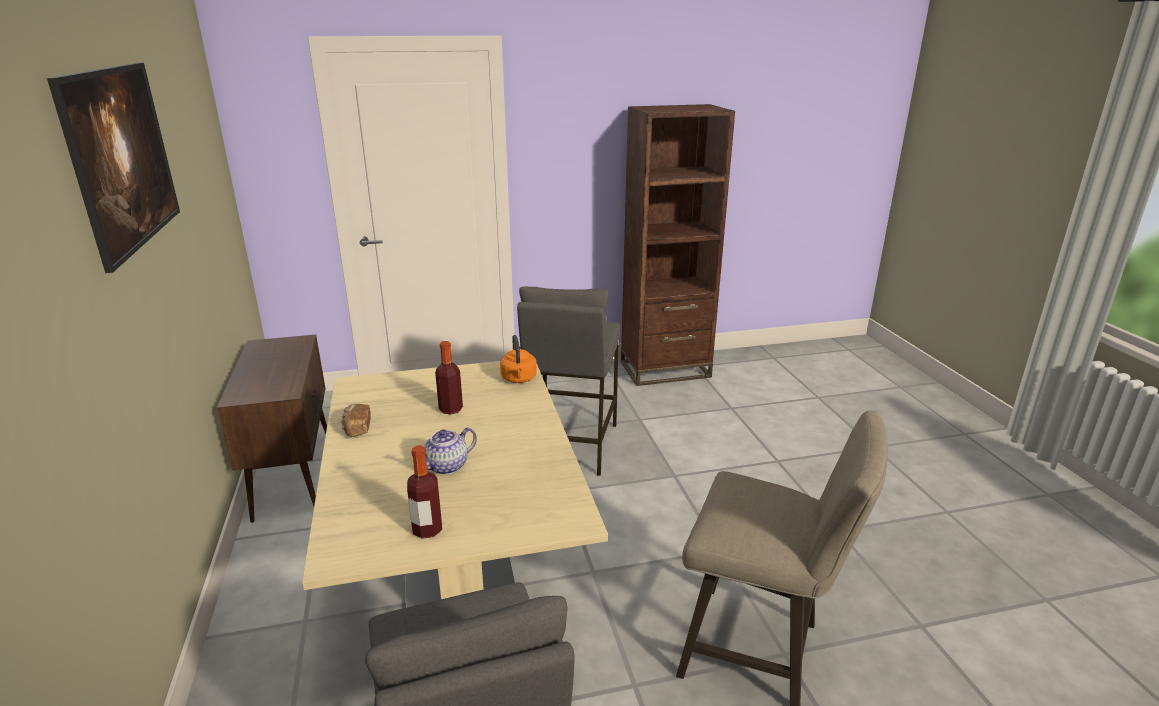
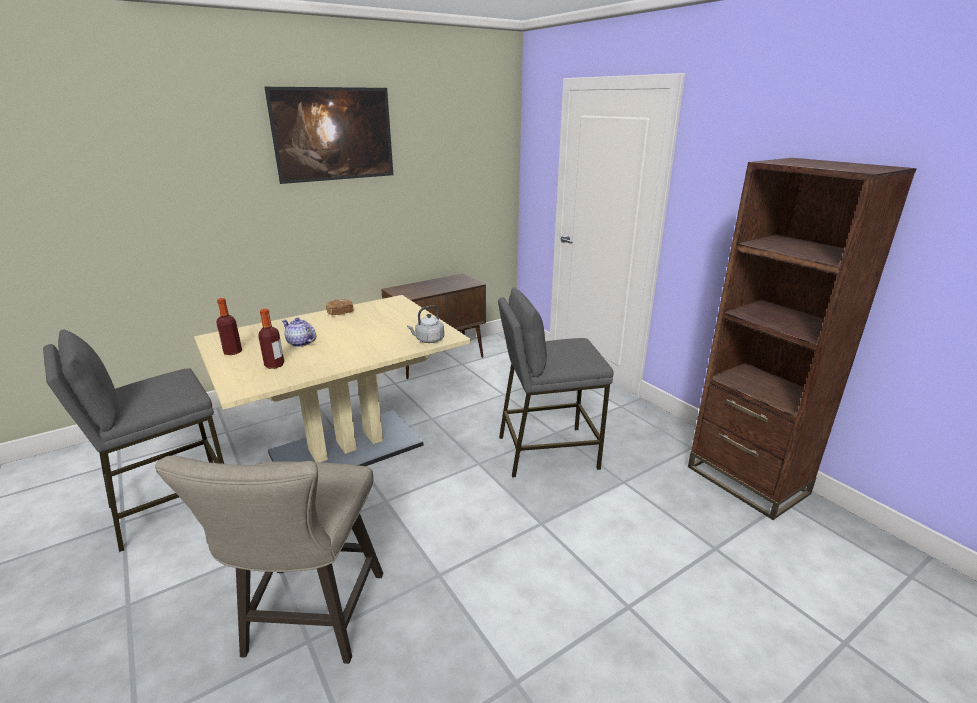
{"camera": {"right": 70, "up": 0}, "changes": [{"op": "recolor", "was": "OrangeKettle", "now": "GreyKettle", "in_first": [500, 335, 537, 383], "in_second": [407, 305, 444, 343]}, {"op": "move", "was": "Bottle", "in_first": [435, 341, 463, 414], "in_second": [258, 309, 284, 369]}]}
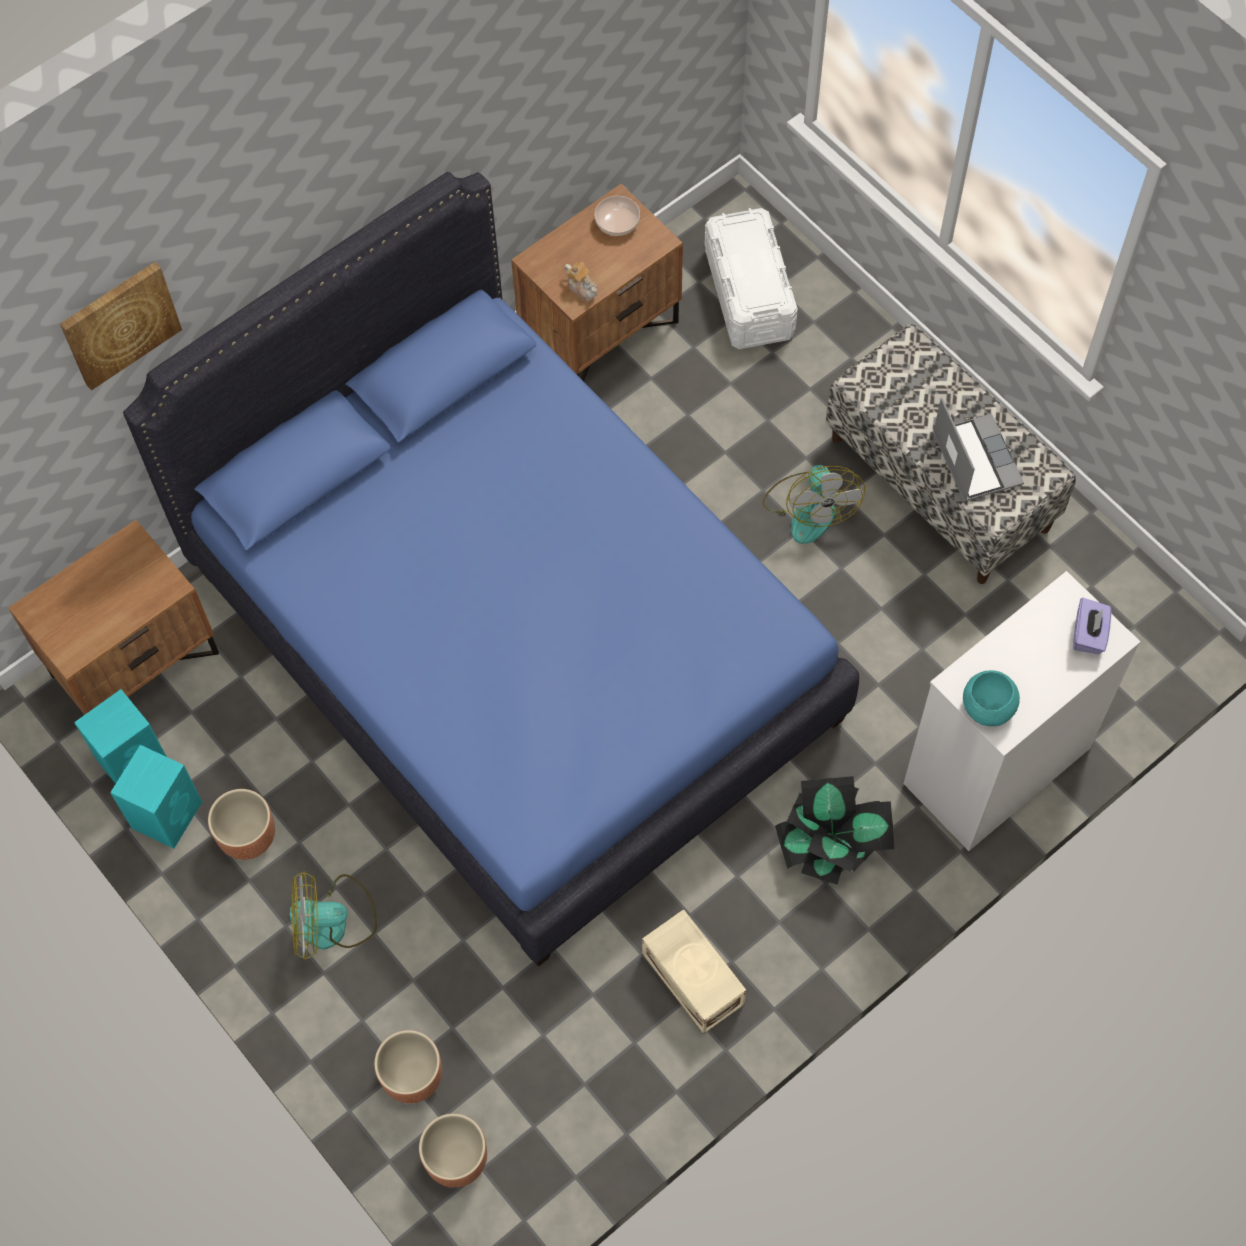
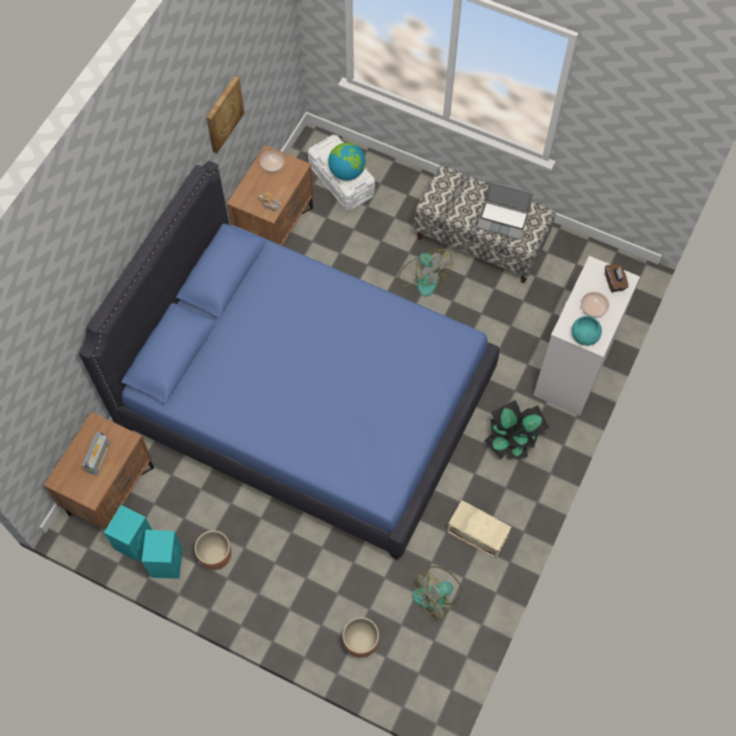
{"camera": {"right": -25, "up": 0}, "changes": [{"op": "move", "was": "Picture", "in_first": [60, 262, 182, 391], "in_second": [206, 76, 244, 154]}, {"op": "rotate", "was": "Laptop", "in_first": [933, 398, 1024, 502], "in_second": [477, 181, 533, 240], "clockwise": 150}, {"op": "recolor", "was": "PurpleTissueBox", "now": "BrownTissueBox", "in_first": [1073, 598, 1111, 654], "in_second": [605, 264, 629, 292]}, {"op": "move", "was": "Fan", "in_first": [290, 871, 377, 960], "in_second": [412, 566, 462, 619]}, {"op": "delete", "was": "BrownPlanter", "in_first": [419, 1114, 487, 1188]}, {"op": "insert", "now": "Globe", "in_second": [328, 143, 366, 181]}, {"op": "insert", "now": "Bowl", "in_second": [581, 292, 609, 318]}, {"op": "insert", "now": "Radio", "in_second": [82, 432, 110, 475]}]}
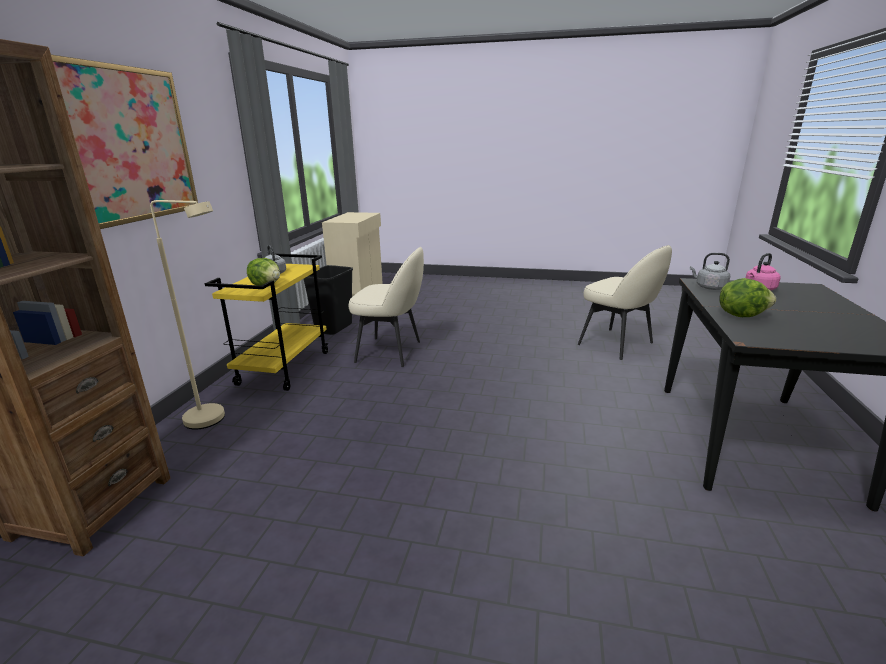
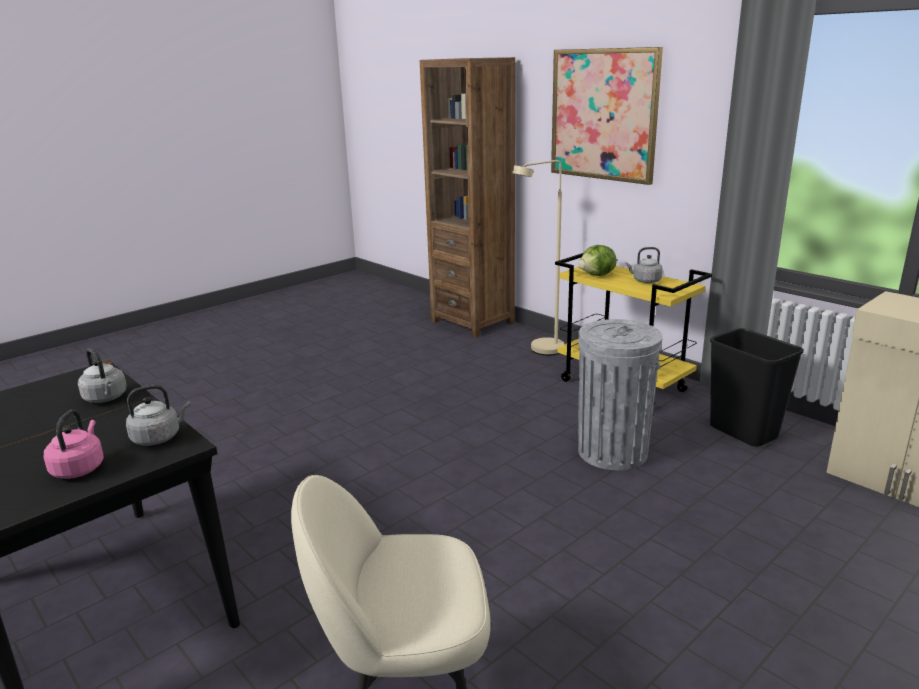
{"camera": {"right": 125, "up": 0}, "changes": [{"op": "replace", "was": "BeigeChair", "now": "GreyTrashCan", "in_first": [349, 247, 424, 367], "in_second": [578, 319, 663, 470]}, {"op": "replace", "was": "Lettuce", "now": "GreyKettle", "in_first": [719, 278, 776, 317], "in_second": [78, 348, 127, 403]}]}
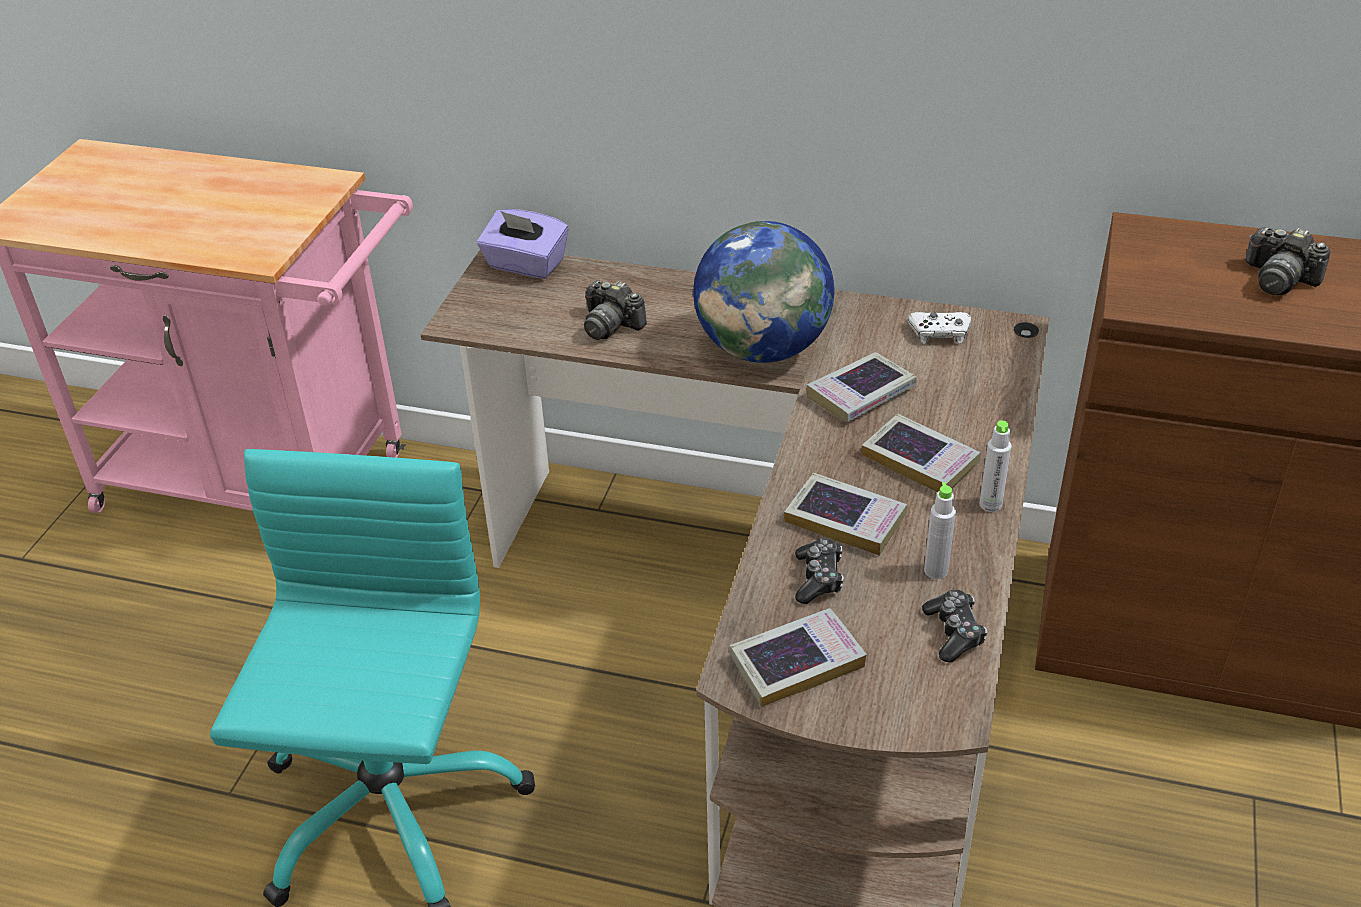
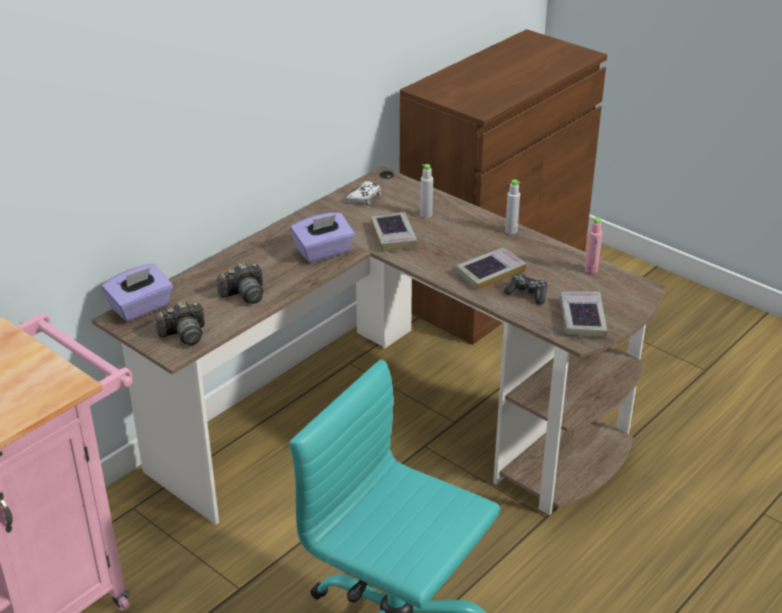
{"camera": {"right": -65, "up": -5}, "changes": [{"op": "replace", "was": "Globe", "now": "PurpleTissueBox", "in_first": [693, 221, 834, 363], "in_second": [290, 212, 355, 263]}, {"op": "move", "was": "PhotoCamera", "in_first": [1246, 227, 1330, 295], "in_second": [154, 301, 205, 345]}, {"op": "delete", "was": "Book", "in_first": [862, 414, 981, 492]}, {"op": "move", "was": "GreyBottle", "in_first": [924, 482, 956, 579], "in_second": [420, 164, 433, 218]}, {"op": "replace", "was": "GameController", "now": "PinkBottle", "in_first": [922, 590, 987, 662], "in_second": [585, 217, 602, 274]}]}
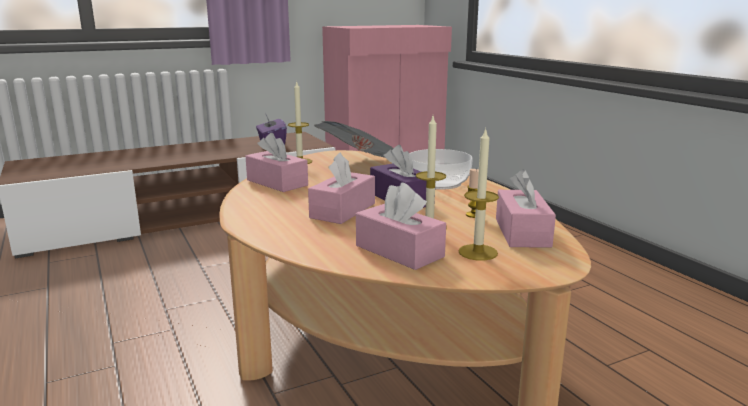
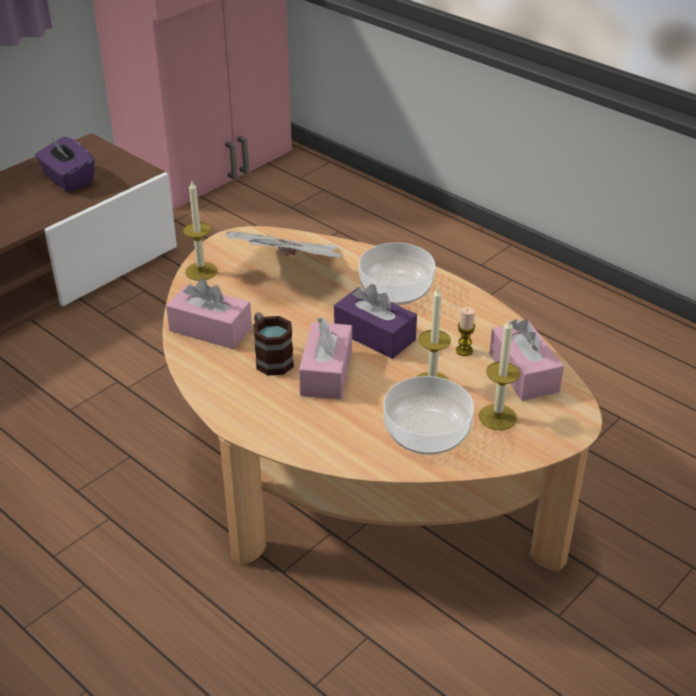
{"camera": {"right": -20, "up": 20}, "changes": [{"op": "replace", "was": "PinkTissueBox", "now": "Bowl", "in_first": [356, 183, 446, 270], "in_second": [383, 376, 474, 455]}, {"op": "insert", "now": "Mug", "in_second": [253, 312, 294, 376]}]}
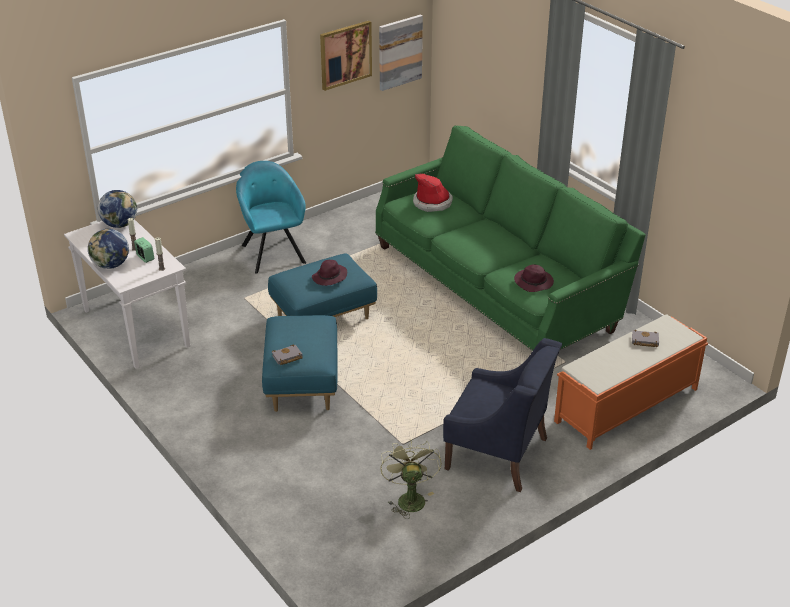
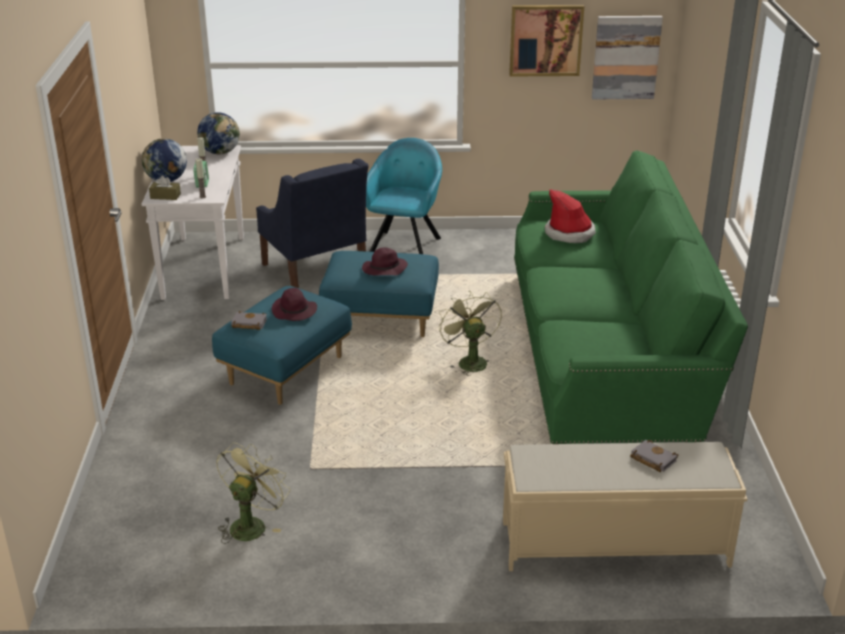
{"camera": {"right": 35, "up": -5}, "changes": [{"op": "move", "was": "PurpleHat", "in_first": [514, 265, 554, 292], "in_second": [272, 288, 317, 321]}, {"op": "recolor", "was": "OrangeBench", "now": "BeigeBench", "in_first": [554, 315, 708, 450], "in_second": [503, 442, 747, 571]}, {"op": "move", "was": "BlueArmchair", "in_first": [443, 338, 562, 492], "in_second": [256, 159, 369, 288]}, {"op": "insert", "now": "BrownTissueBox", "in_second": [149, 175, 181, 200]}, {"op": "insert", "now": "GreenFan", "in_second": [438, 291, 502, 376]}]}
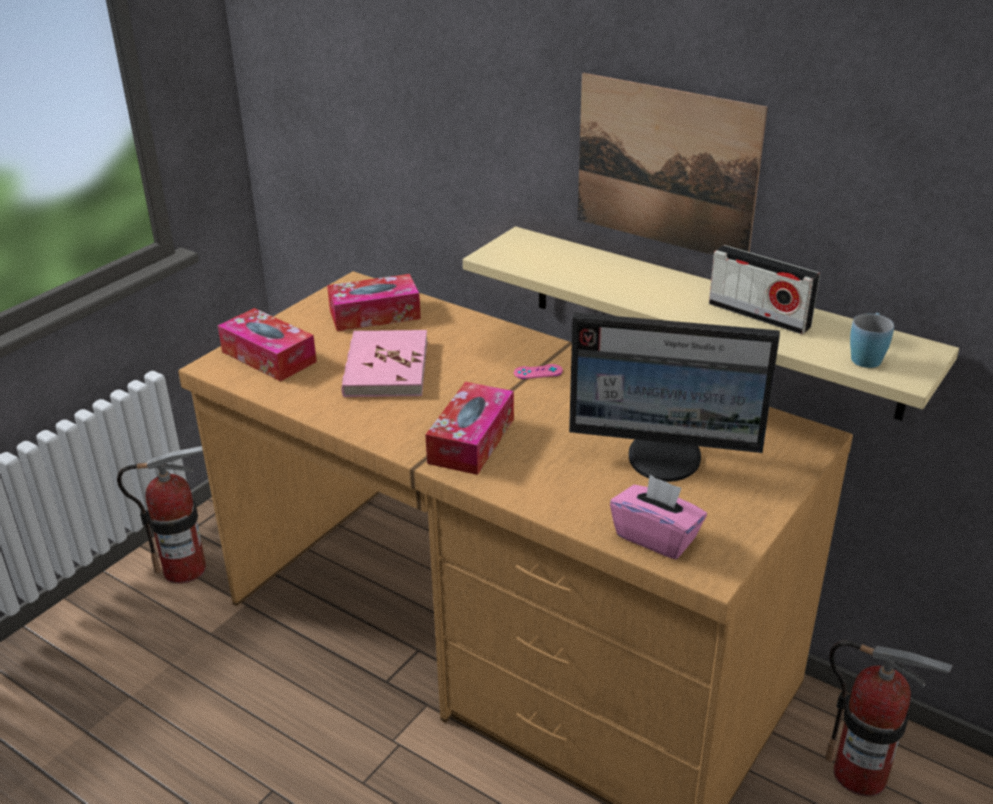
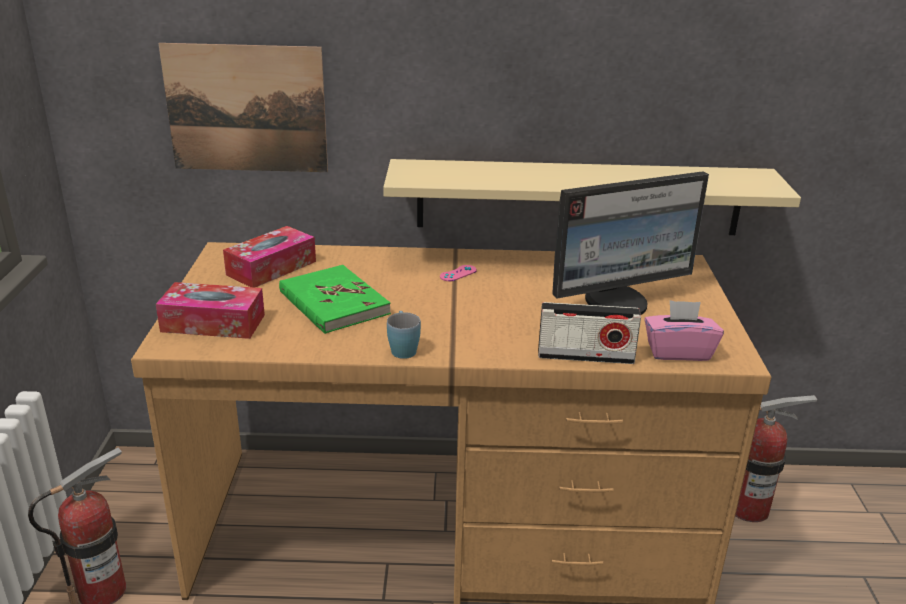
{"camera": {"right": -35, "up": -5}, "changes": [{"op": "move", "was": "Picture", "in_first": [578, 73, 768, 255], "in_second": [158, 43, 328, 172]}, {"op": "move", "was": "Radio", "in_first": [709, 245, 820, 334], "in_second": [538, 302, 641, 364]}, {"op": "move", "was": "BlueMug", "in_first": [850, 313, 894, 368], "in_second": [387, 311, 421, 359]}, {"op": "recolor", "was": "PinkBook", "now": "GreenBook", "in_first": [341, 330, 427, 397], "in_second": [279, 265, 391, 334]}, {"op": "delete", "was": "TissueBox", "in_first": [425, 382, 514, 475]}]}
